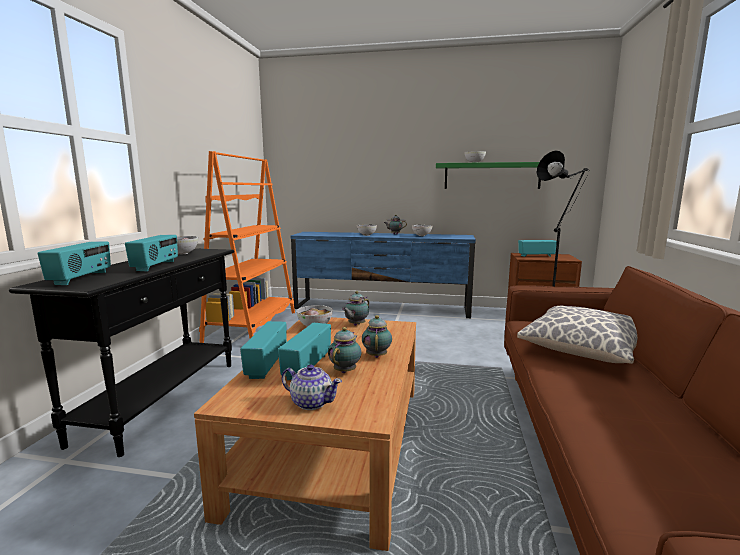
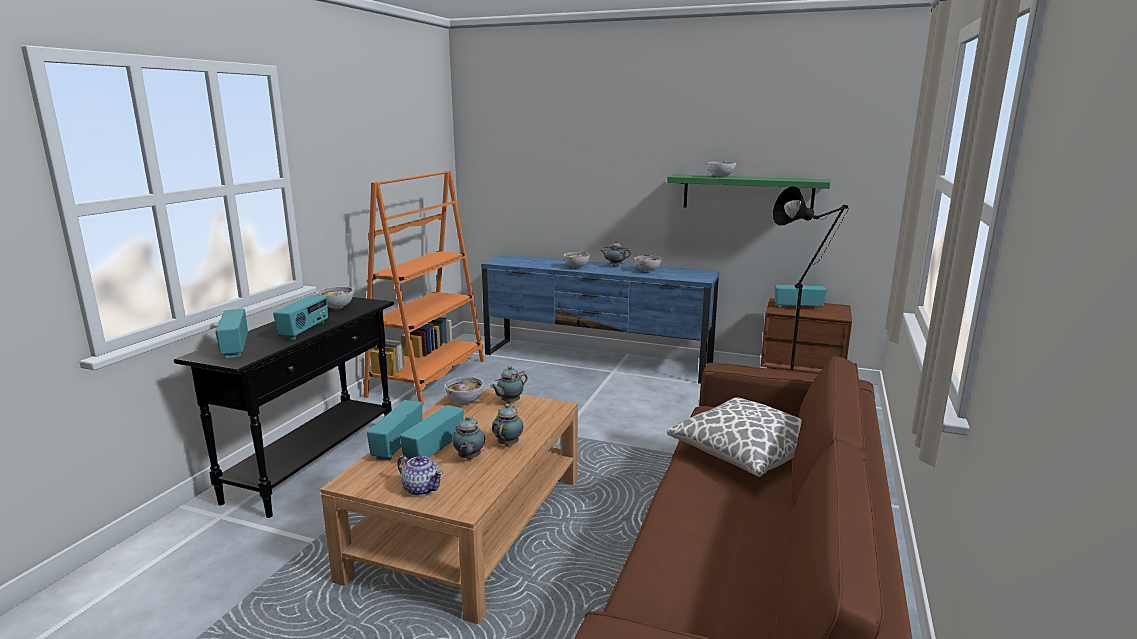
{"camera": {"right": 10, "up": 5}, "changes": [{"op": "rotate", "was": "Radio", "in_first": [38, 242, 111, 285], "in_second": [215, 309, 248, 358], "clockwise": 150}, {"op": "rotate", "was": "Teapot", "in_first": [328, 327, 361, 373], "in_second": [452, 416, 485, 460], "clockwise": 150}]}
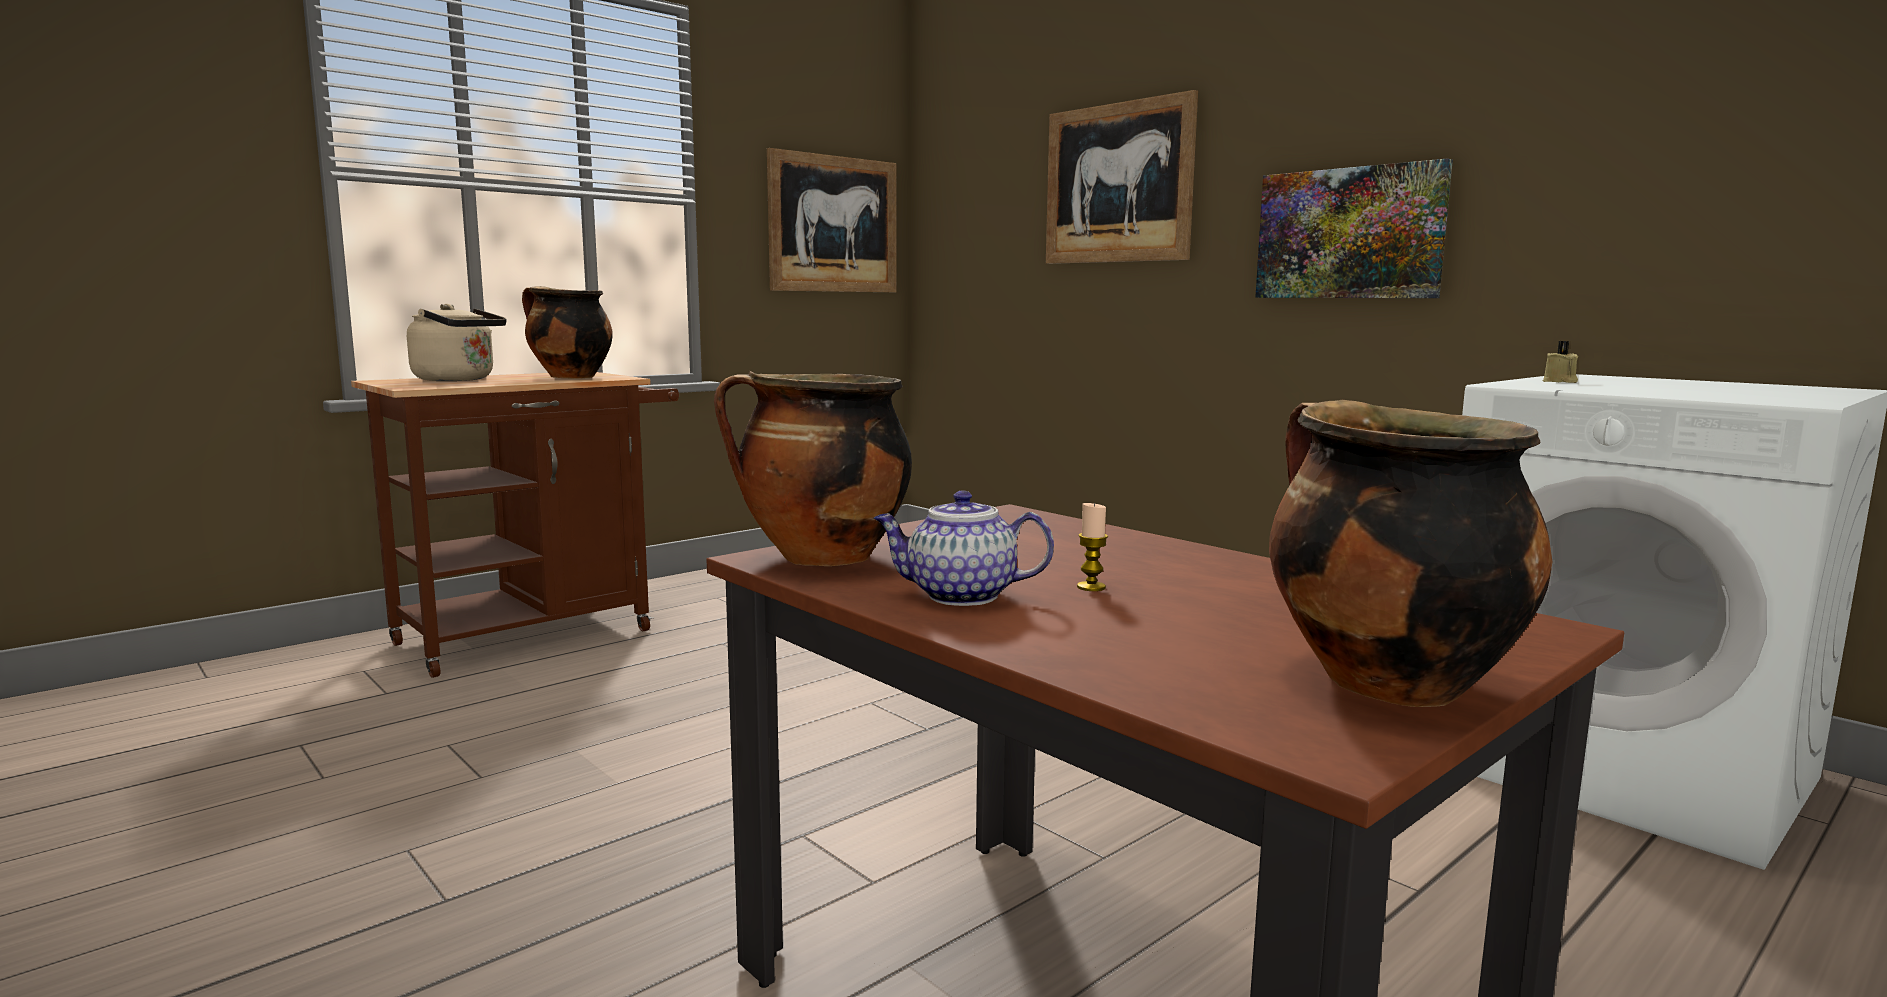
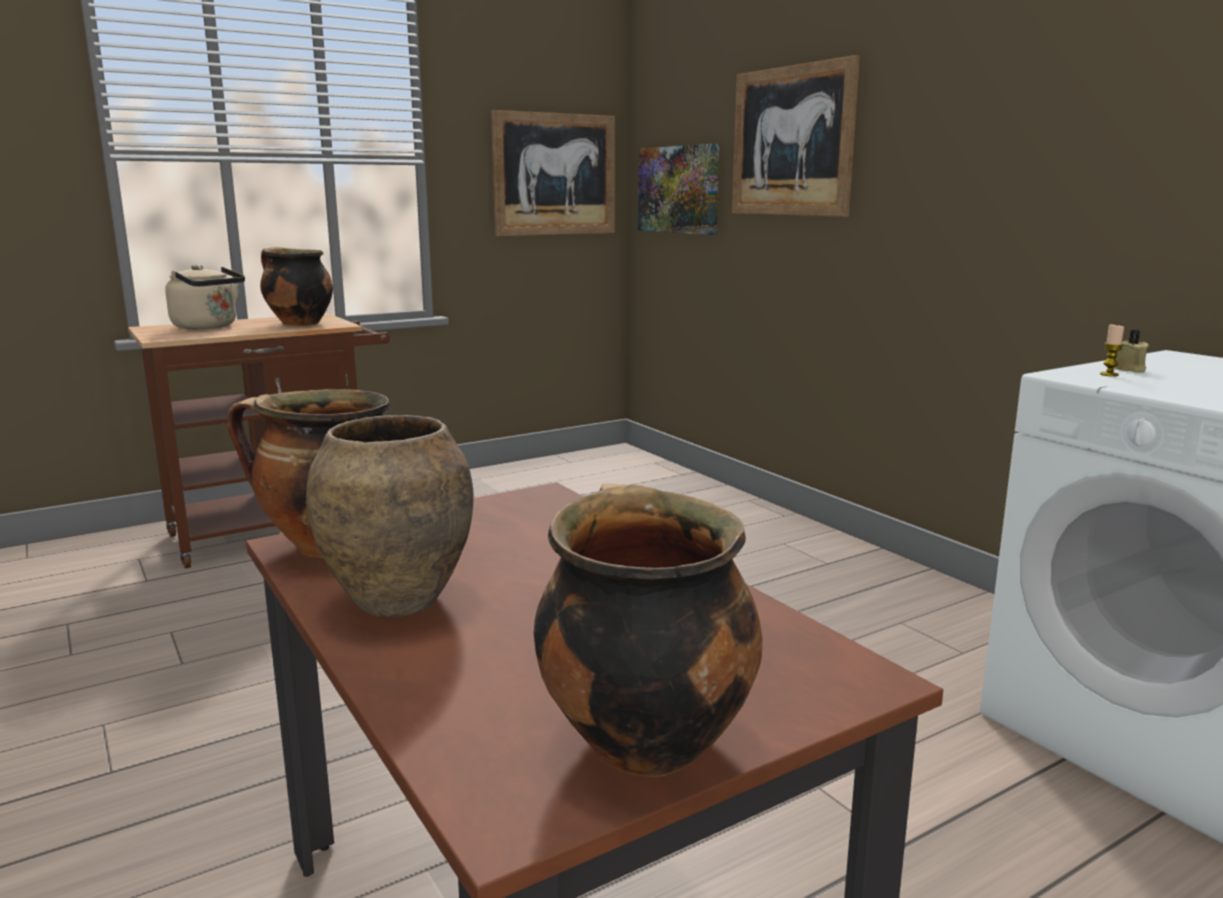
{"camera": {"right": 10, "up": 5}, "changes": [{"op": "move", "was": "Picture", "in_first": [1255, 158, 1453, 298], "in_second": [638, 144, 720, 235]}, {"op": "replace", "was": "Teapot", "now": "BrownVase", "in_first": [874, 490, 1054, 606], "in_second": [306, 415, 474, 617]}, {"op": "move", "was": "Candle", "in_first": [1077, 502, 1108, 591], "in_second": [1100, 324, 1124, 377]}]}
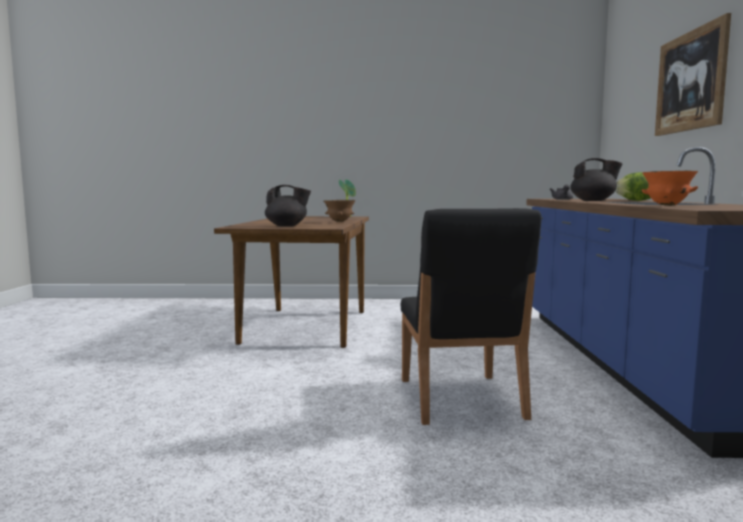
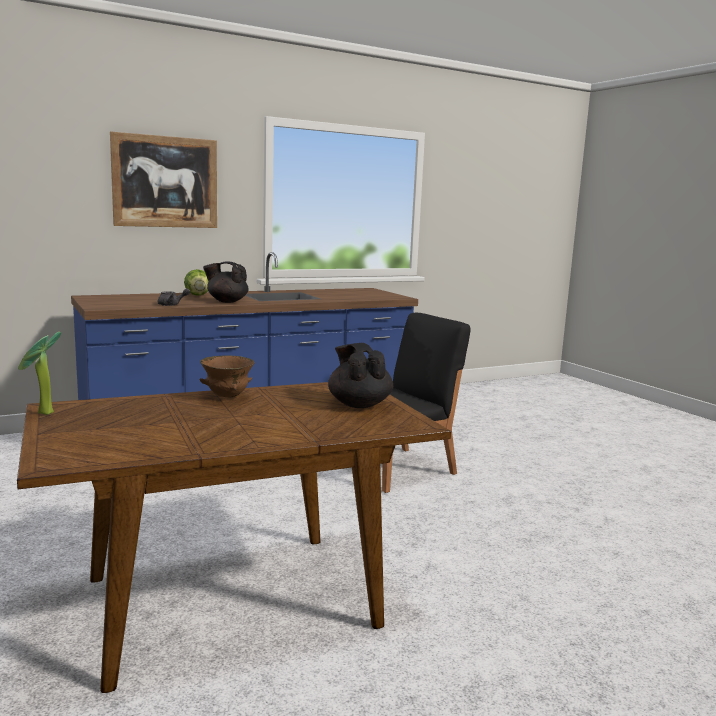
{"camera": {"right": -120, "up": 5}, "changes": [{"op": "rotate", "was": "BlackTeapot", "in_first": [570, 158, 622, 201], "in_second": [203, 262, 248, 303], "clockwise": -60}, {"op": "delete", "was": "OrangeBowl", "in_first": [642, 170, 698, 206]}]}
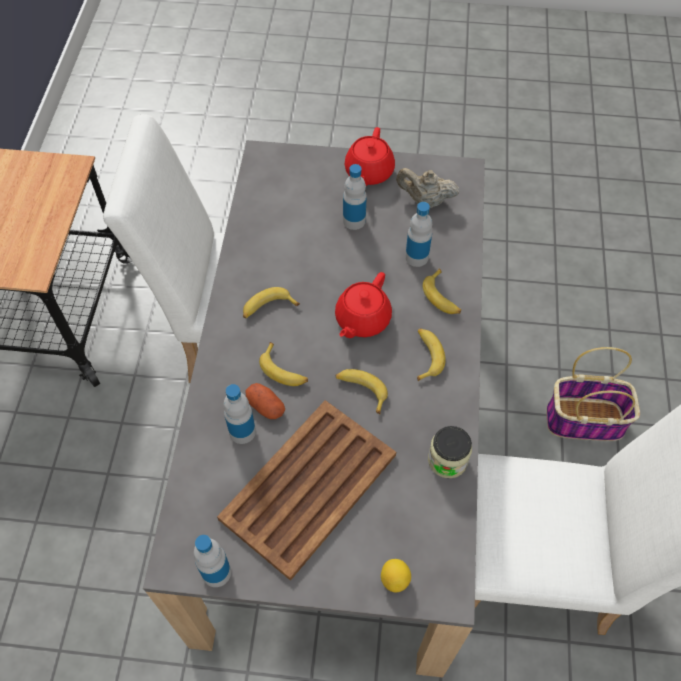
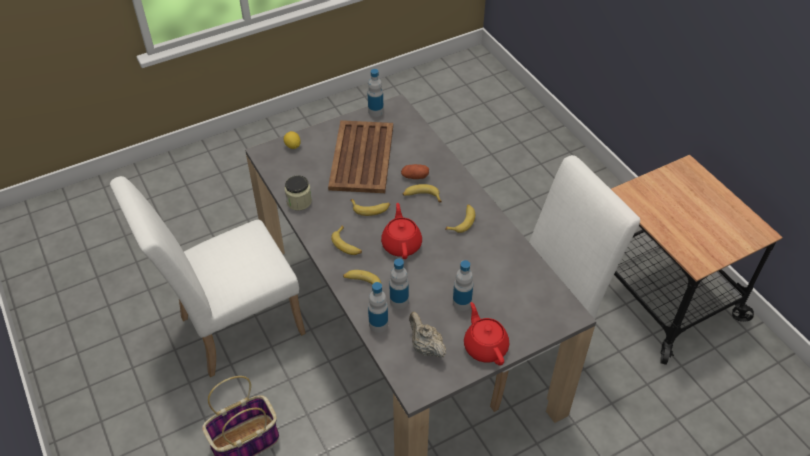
{"camera": {"right": 145, "up": -10}, "changes": [{"op": "rotate", "was": "BeigeTeapot", "in_first": [396, 168, 459, 208], "in_second": [409, 312, 446, 357], "clockwise": -105}, {"op": "move", "was": "Bottle", "in_first": [223, 384, 256, 444], "in_second": [368, 282, 388, 333]}]}
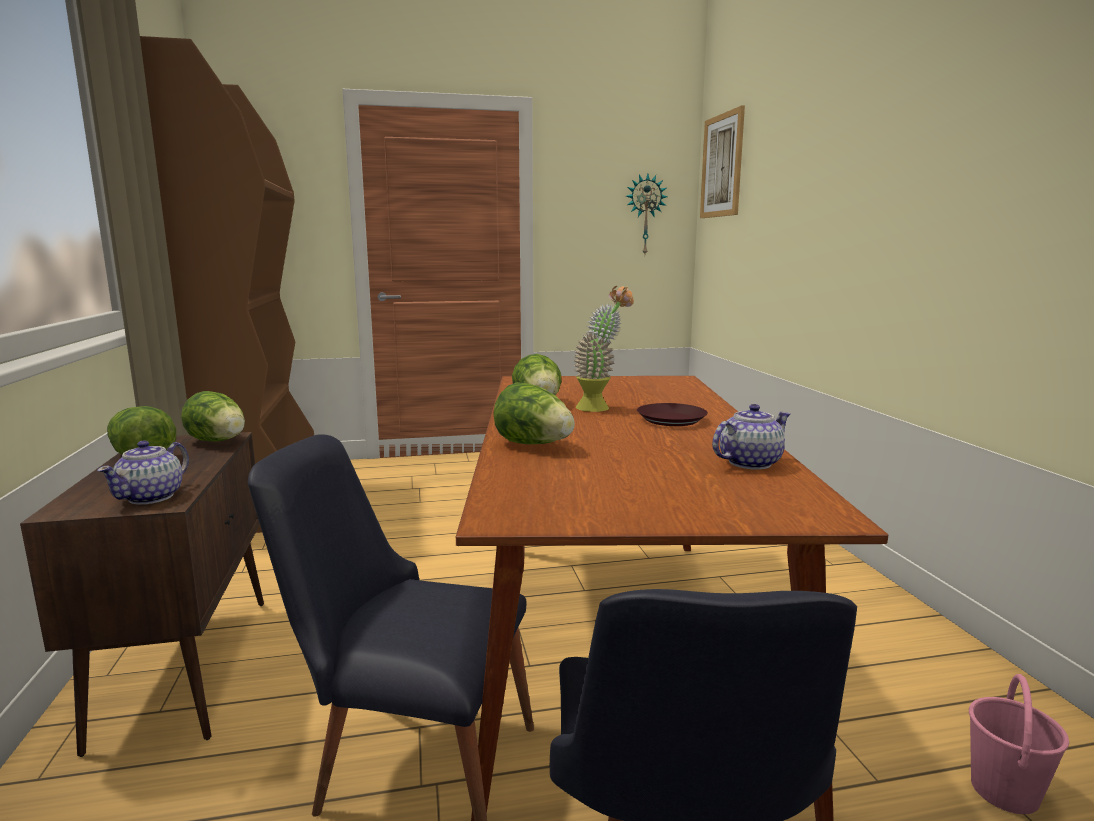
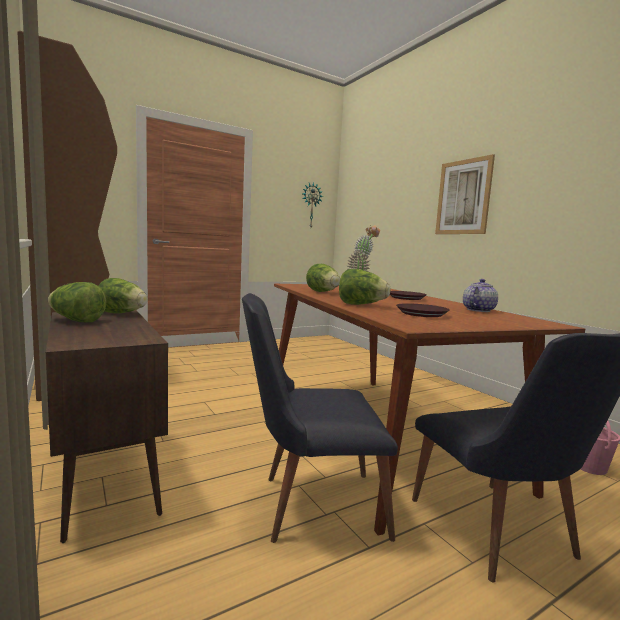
{"camera": {"right": -20, "up": -5}, "changes": [{"op": "move", "was": "Picture", "in_first": [700, 105, 745, 218], "in_second": [435, 154, 495, 234]}, {"op": "delete", "was": "Teapot", "in_first": [97, 441, 189, 505]}, {"op": "insert", "now": "BrownPlate", "in_second": [396, 303, 450, 317]}]}
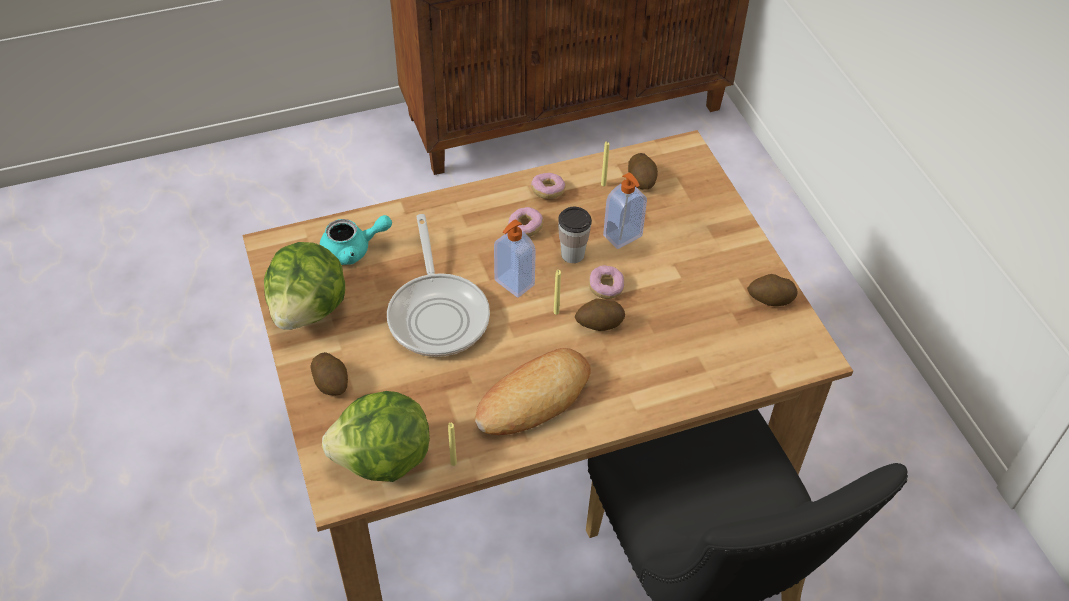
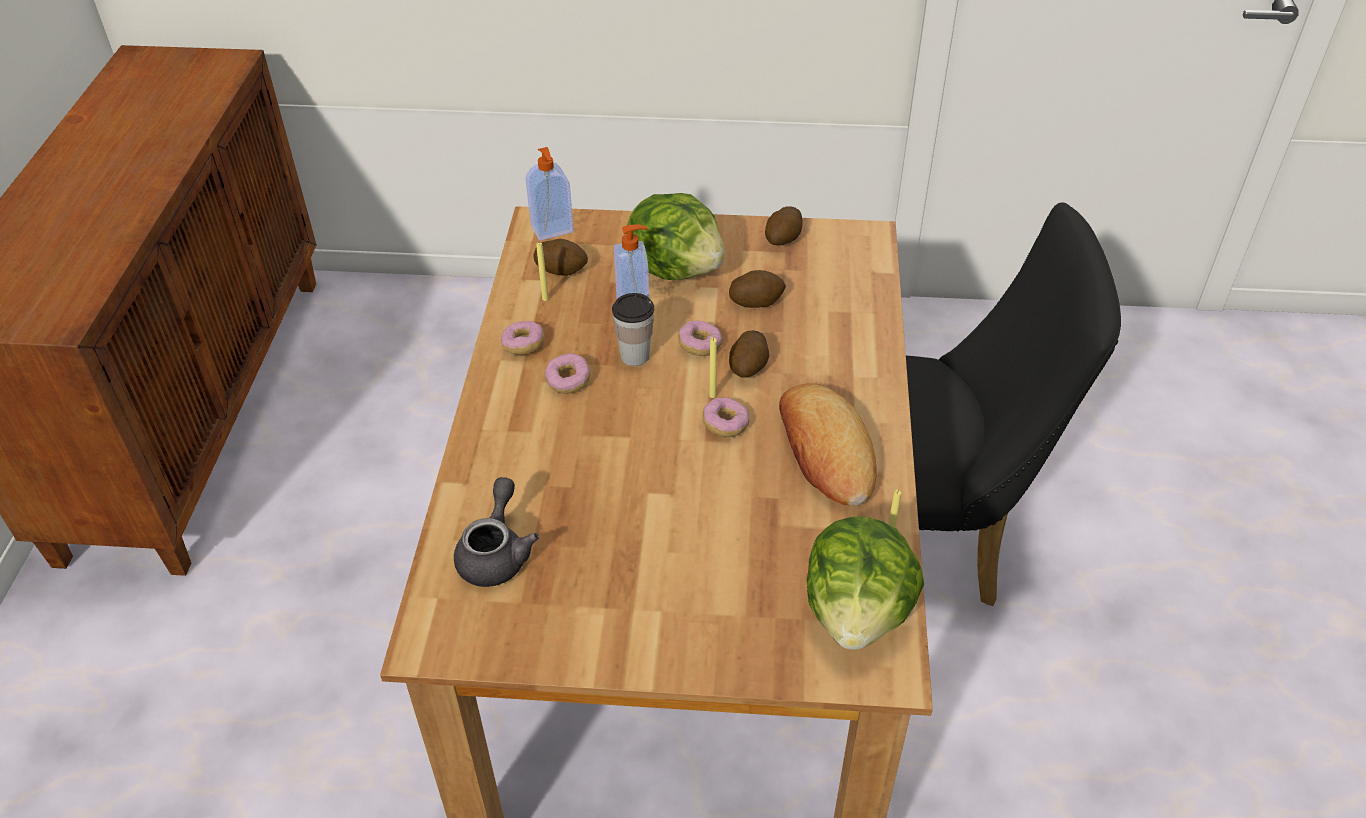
{"camera": {"right": -65, "up": -5}, "changes": [{"op": "delete", "was": "FryingPan", "in_first": [387, 214, 490, 357]}, {"op": "recolor", "was": "TurquoiseTeapot", "now": "GreyTeapot", "in_first": [320, 215, 392, 265], "in_second": [454, 477, 539, 587]}, {"op": "move", "was": "SoapDispenser", "in_first": [494, 219, 536, 298], "in_second": [525, 147, 574, 240]}, {"op": "move", "was": "Lettuce", "in_first": [264, 242, 345, 330], "in_second": [626, 193, 725, 280]}, {"op": "move", "was": "Potato", "in_first": [310, 352, 348, 395], "in_second": [729, 270, 786, 308]}, {"op": "insert", "now": "Donut", "in_second": [702, 397, 749, 437]}]}
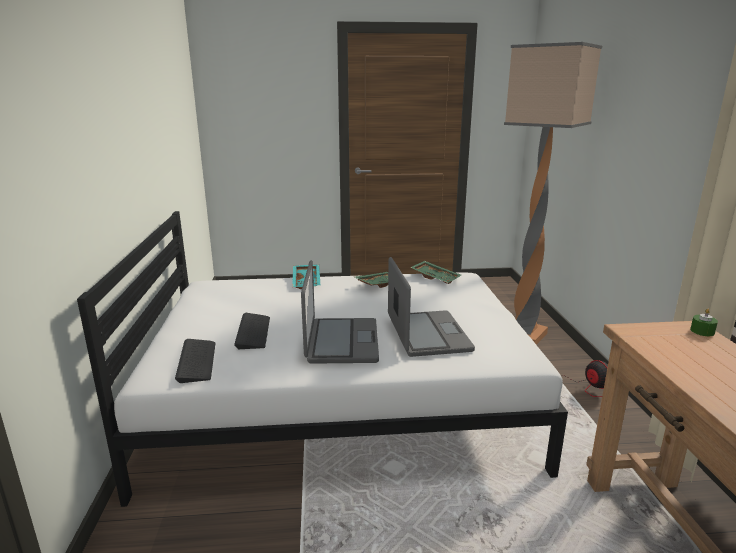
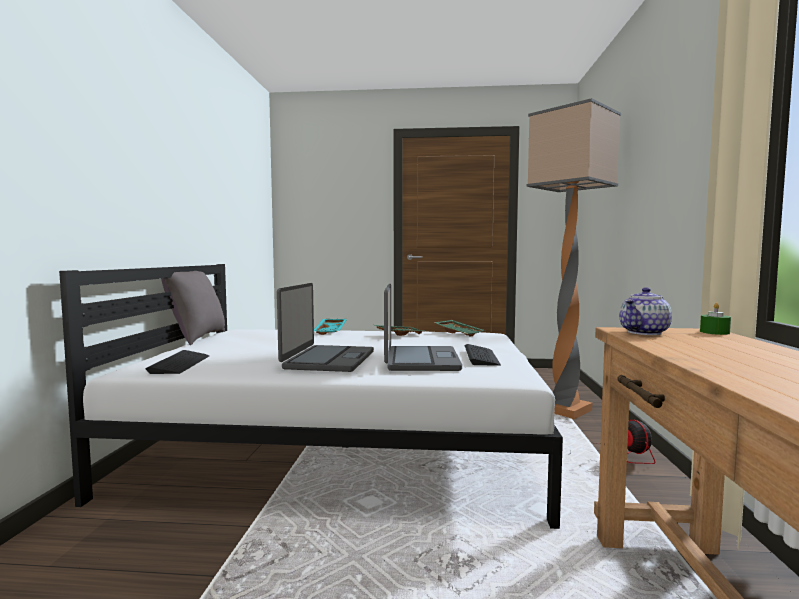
{"camera": {"right": 10, "up": -15}, "changes": [{"op": "move", "was": "Keyboard", "in_first": [234, 313, 270, 349], "in_second": [465, 344, 501, 366]}, {"op": "insert", "now": "GreyPillow", "in_second": [161, 271, 225, 345]}, {"op": "insert", "now": "Teapot", "in_second": [620, 287, 672, 335]}]}
